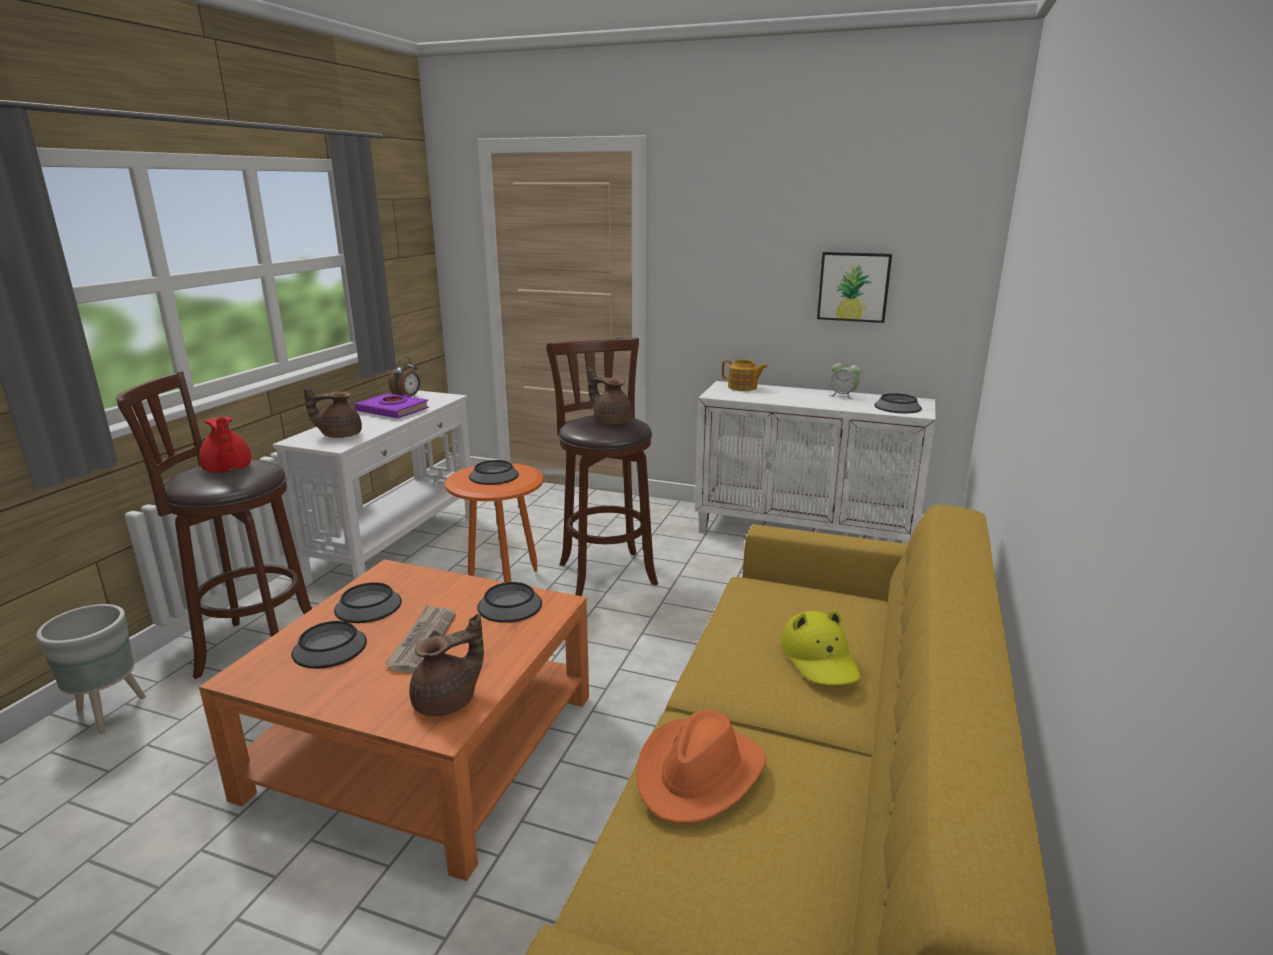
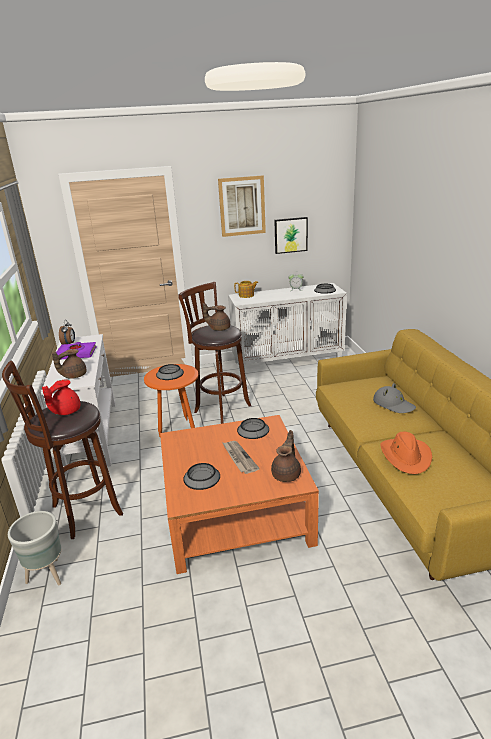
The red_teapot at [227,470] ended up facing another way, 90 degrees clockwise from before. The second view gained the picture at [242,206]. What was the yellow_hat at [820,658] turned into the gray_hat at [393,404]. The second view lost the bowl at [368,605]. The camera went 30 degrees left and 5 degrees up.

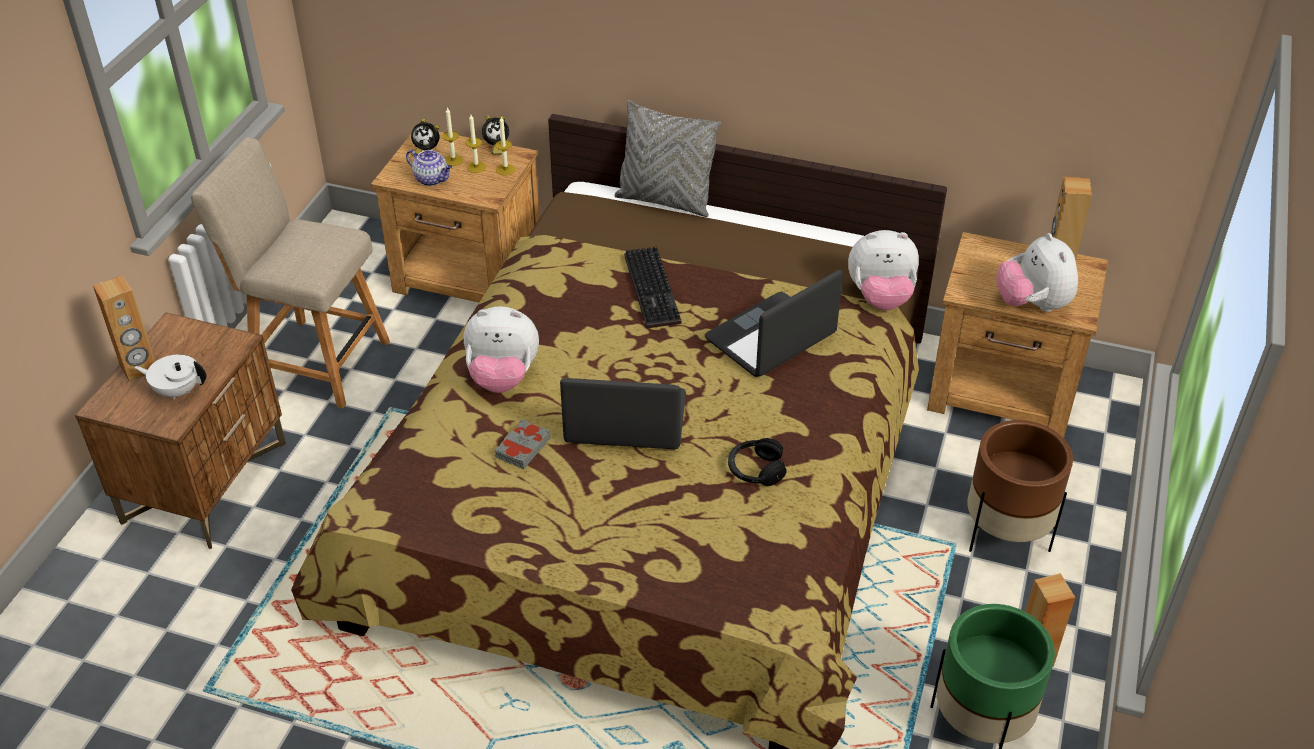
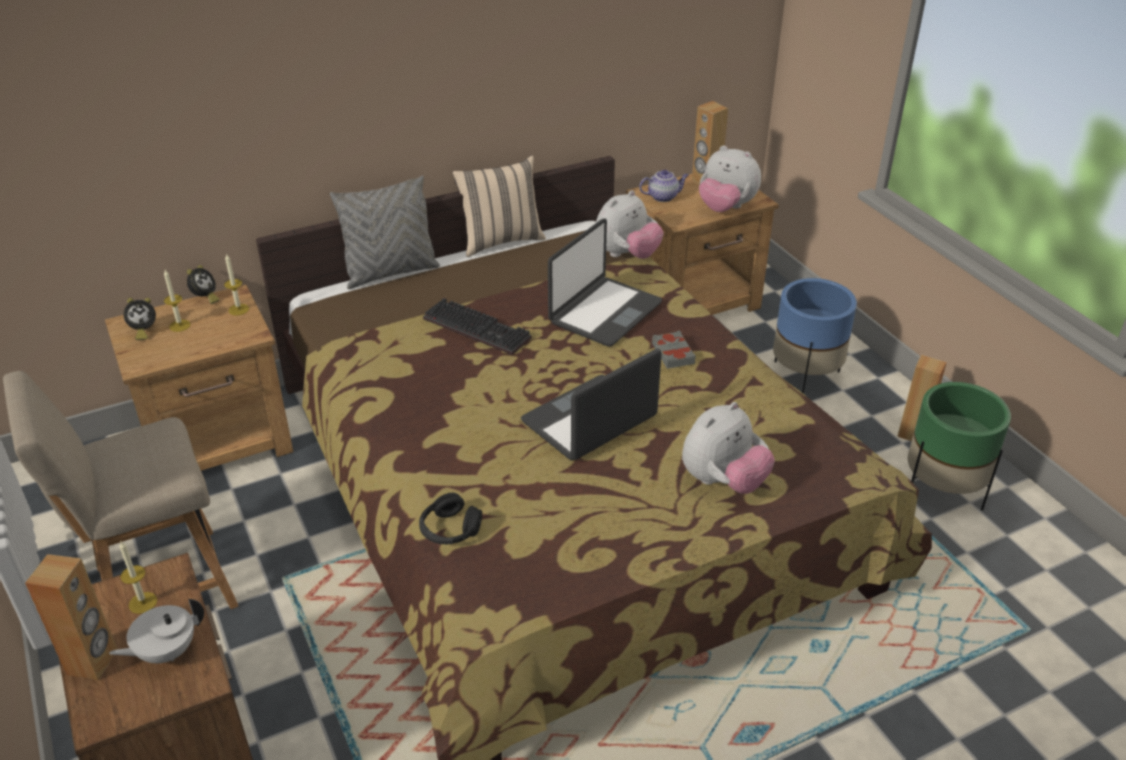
The wax_candle ended up elsewhere, having gone from [476,167] to [143,603]. The black-coloured_headset ended up elsewhere, having gone from [755,469] to [449,530]. The second view gained the beige_cushion at [500,240]. The notebook_computer at [771,338] ended up facing another way, 150 degrees counterclockwise from before. The teapot ended up elsewhere, having gone from [432,179] to [663,197]. The gray_bound_book ended up elsewhere, having gone from [522,447] to [672,354]. The soft_toy ended up elsewhere, having gone from [503,378] to [723,481]. What was the brown-coloured_plant_pot at [1006,533] turned into the blue-coloured_plant_pot at [805,377]. The camera went 45 degrees left and 5 degrees down.

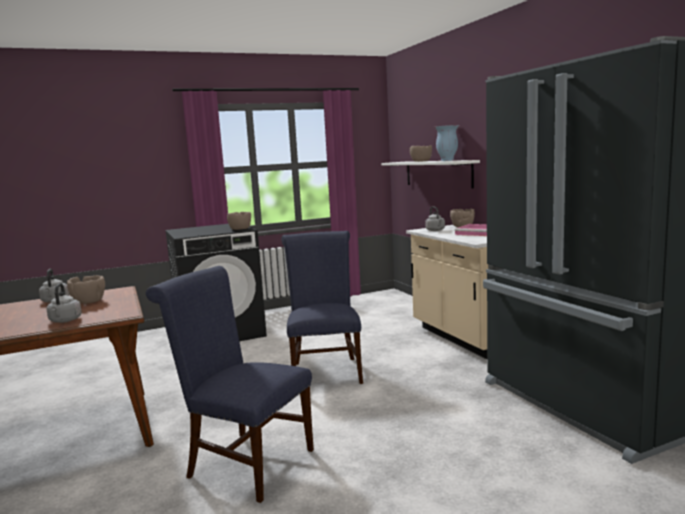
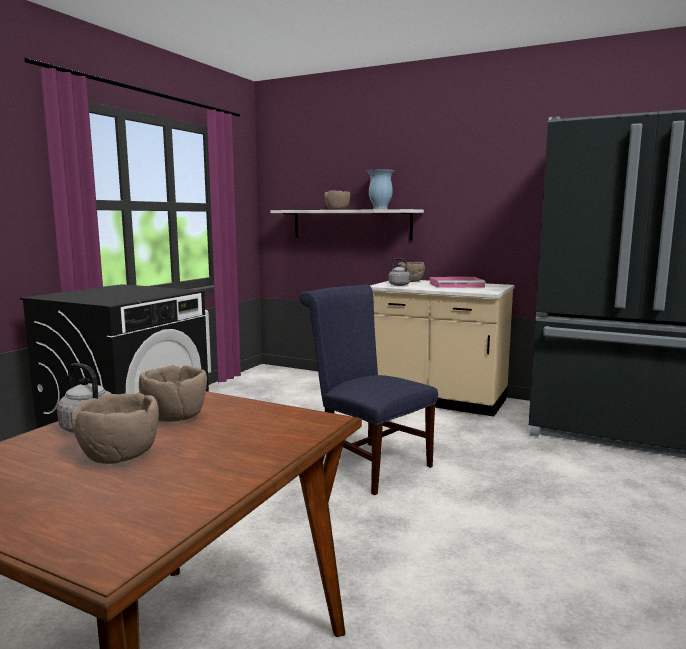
The brown-coloured_bowl ended up elsewhere, having gone from [240,229] to [121,455]. The second view lost the gray_water_kettle at [65,321]. The second view lost the blue-coloured_chair at [244,462]. The camera went 40 degrees left and 0 degrees up.

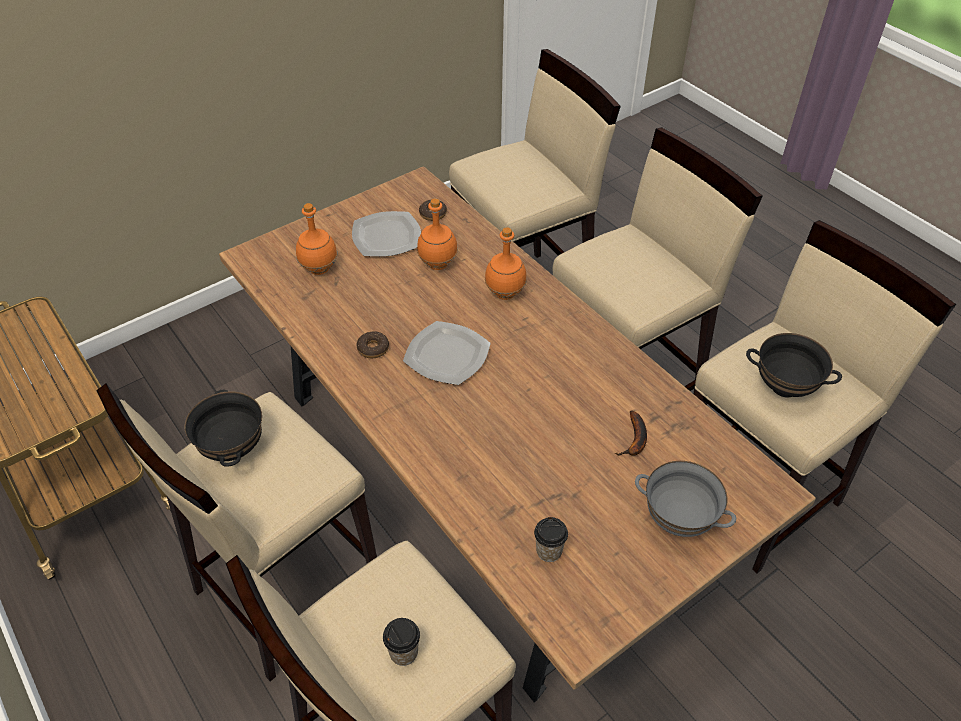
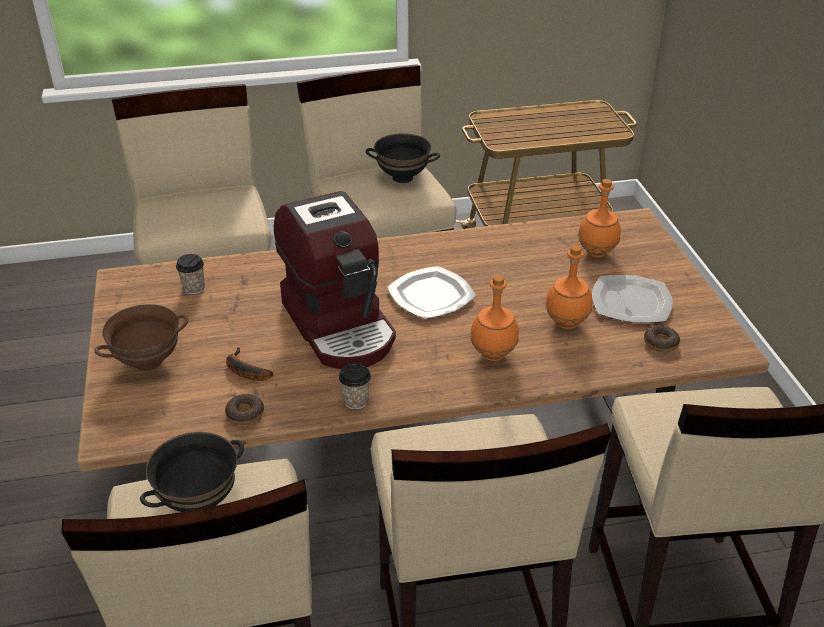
What was the gray_bowl at [678,520] turned into the brown-coloured_bowl at [148,362]. The ring_doughnut ended up elsewhere, having gone from [373,348] to [245,414]. The second view gained the coffee_maker at [340,325]. The drinking_cup ended up elsewhere, having gone from [403,652] to [356,401]. The camera went 115 degrees right and 10 degrees down.

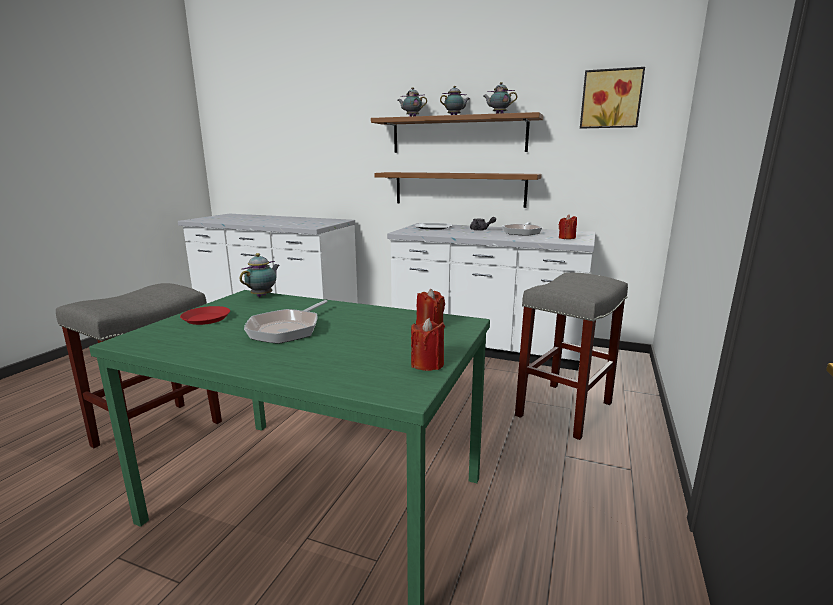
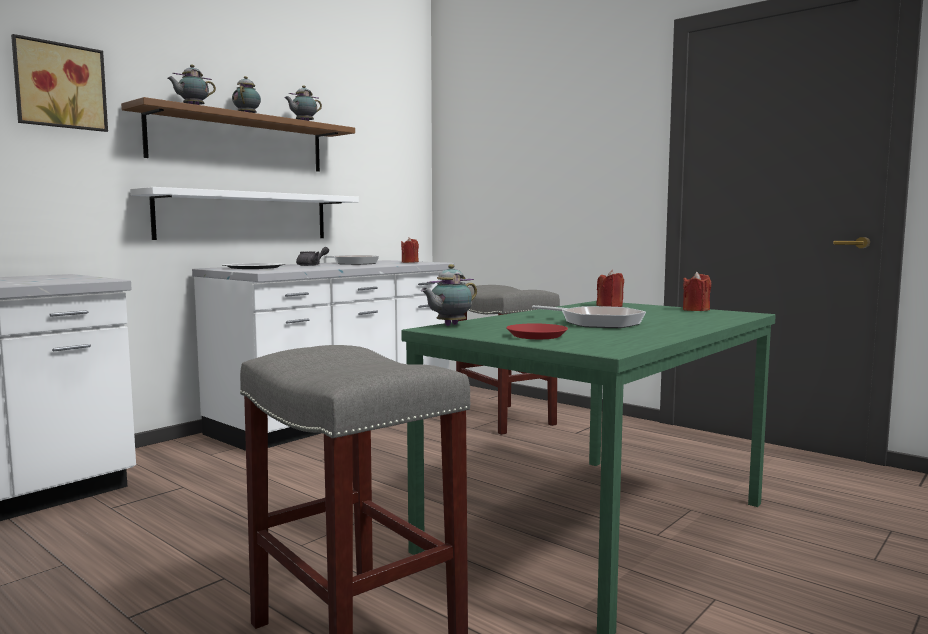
The picture ended up elsewhere, having gone from [611,99] to [59,86]. What was the brown-coloured_wall_shelf at [459,189] turned into the whitish_wall_shelf at [245,216]. The teapot at [263,295] ended up facing another way, 90 degrees counterclockwise from before. The camera went 70 degrees left and 10 degrees down.

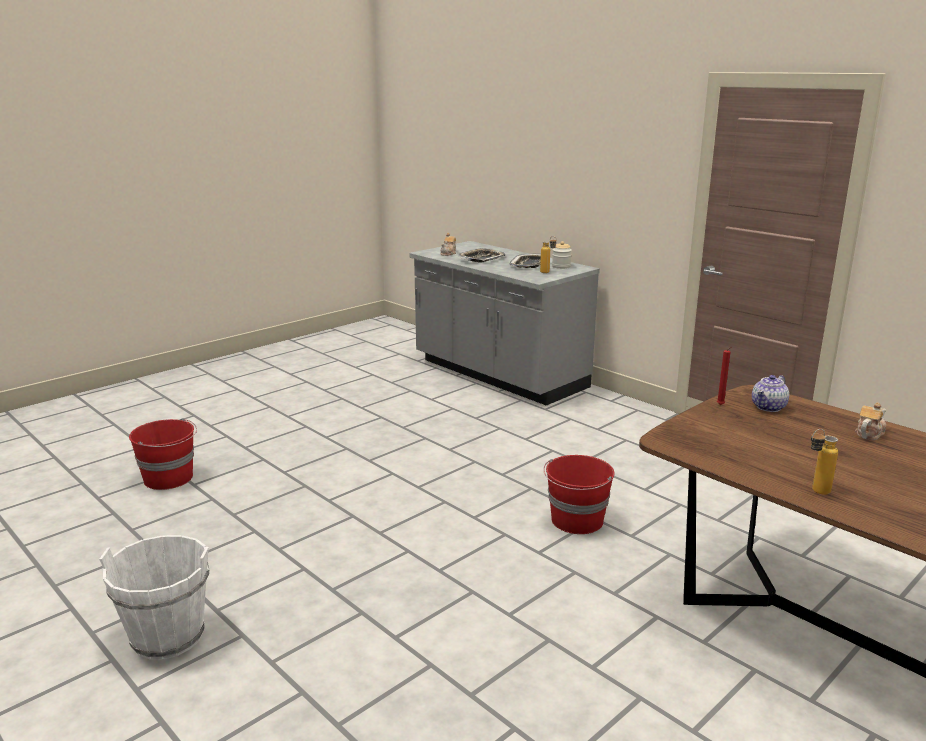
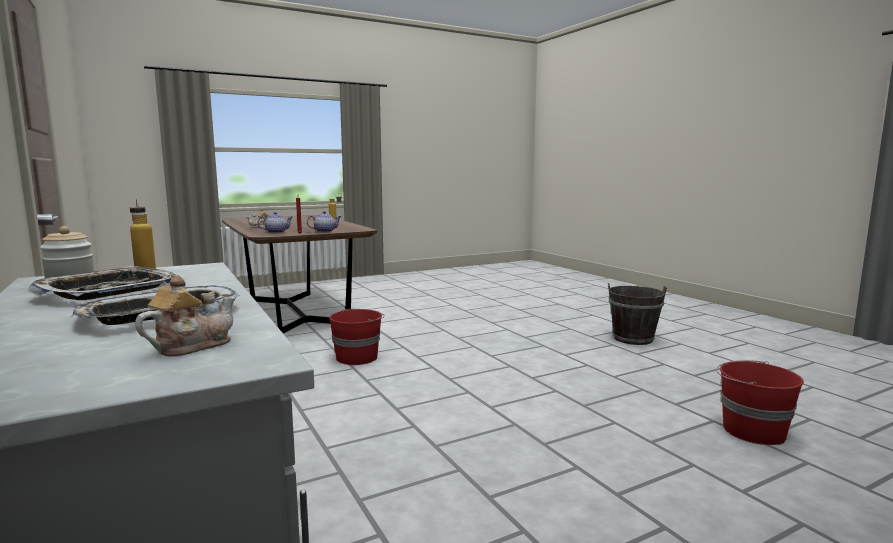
The second view gained the teapot at [325,231]. What was the whitish_pail at [168,636] turned into the brown-coloured_pail at [633,339]. The camera went 165 degrees left and 10 degrees down.

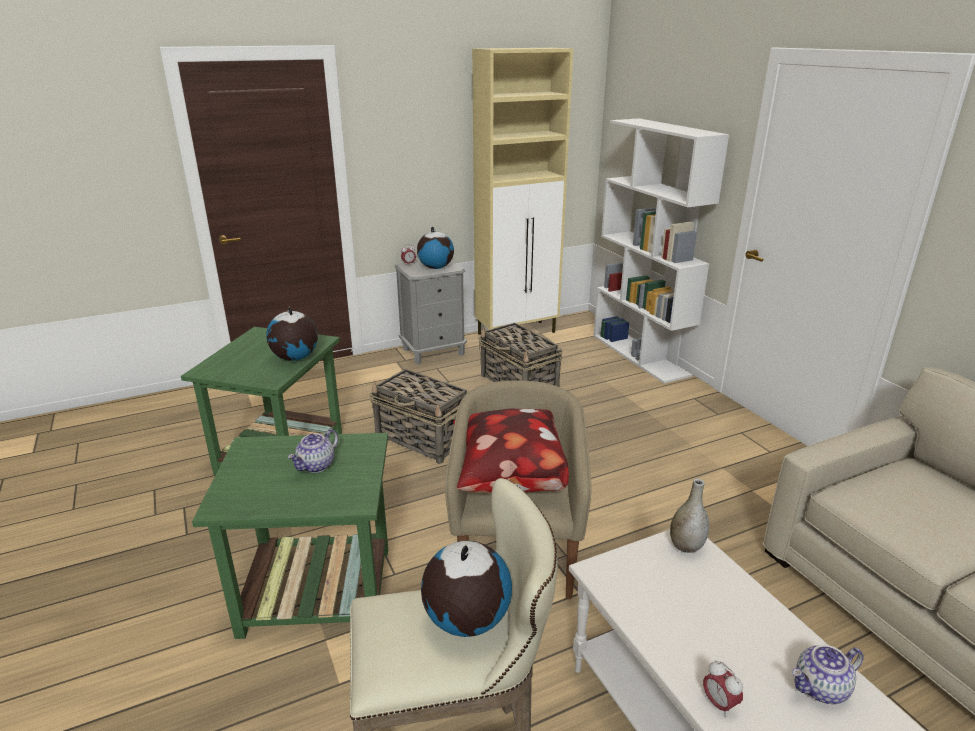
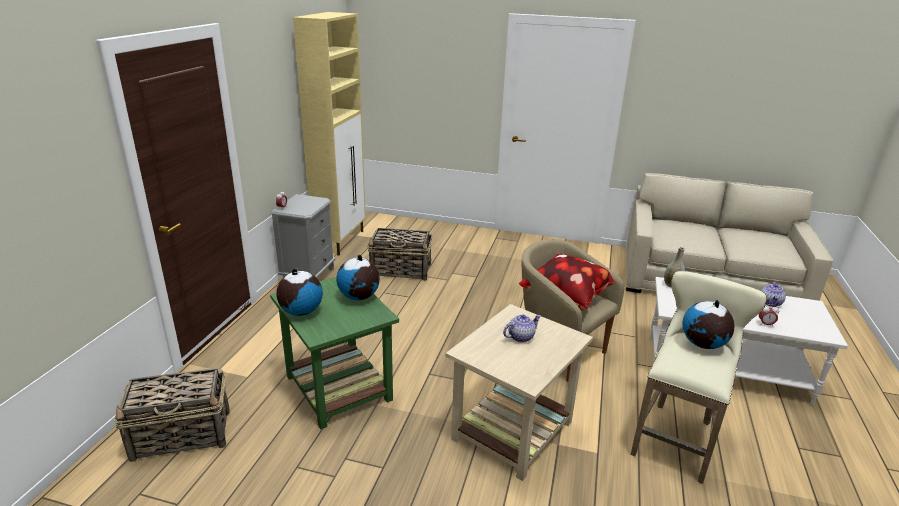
The basket ended up elsewhere, having gone from [424,439] to [183,435]. The desk_globe ended up elsewhere, having gone from [435,267] to [301,311]. What was the green-coloured_side_table at [319,590] turned into the beige_side_table at [513,429]. The teapot at [316,466] ended up facing another way, 105 degrees counterclockwise from before. The second view lost the whitish_bookcase at [640,355]. The camera went 50 degrees left and 0 degrees up.

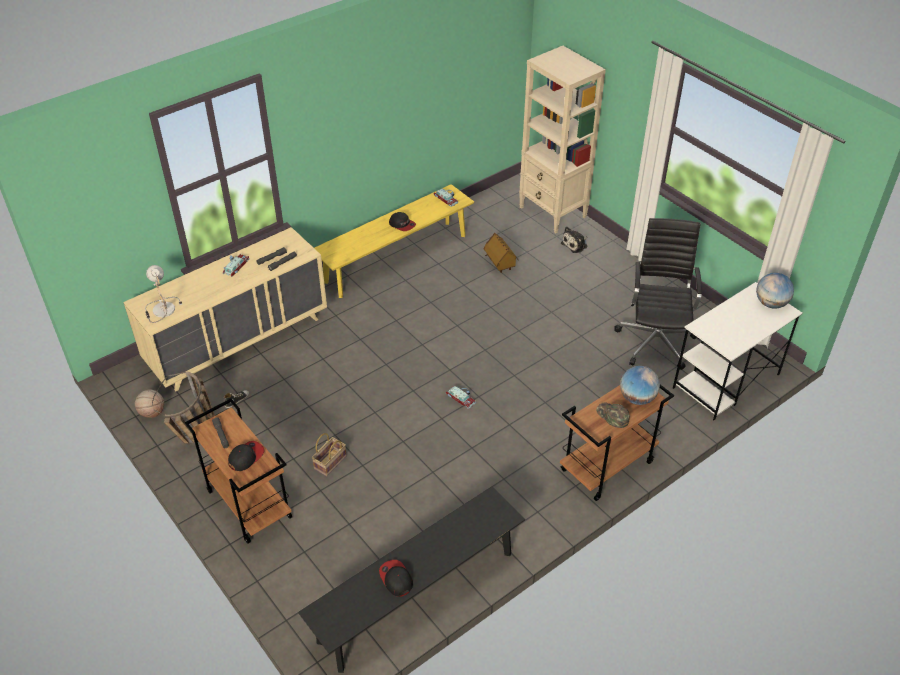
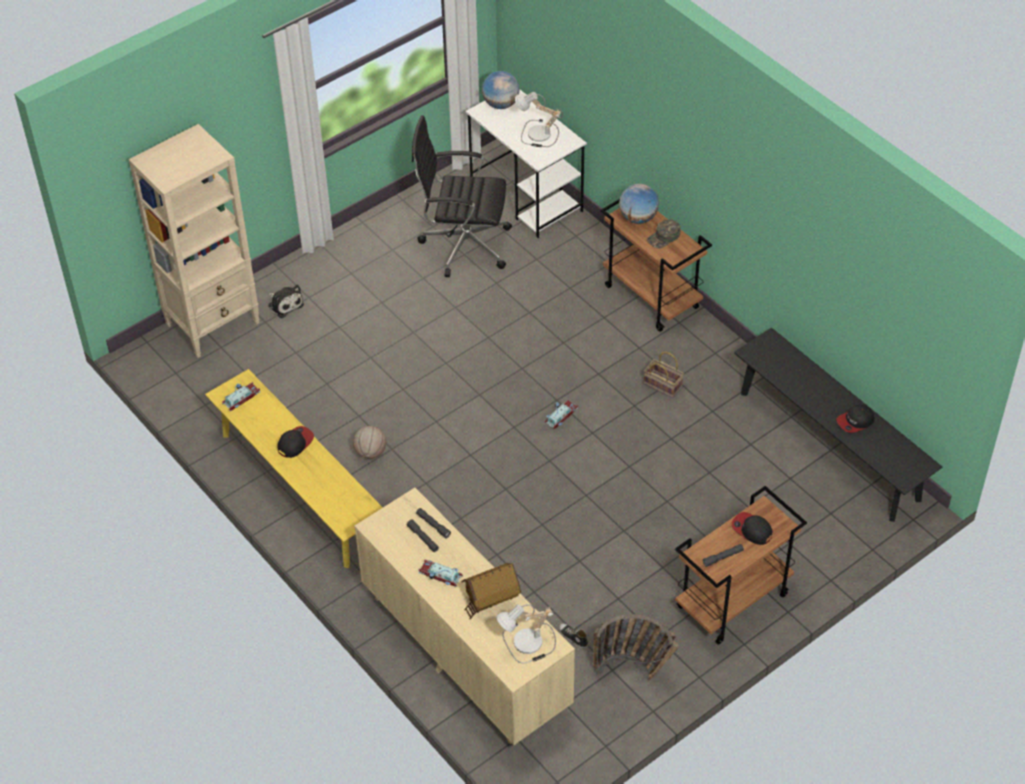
The basketball ended up elsewhere, having gone from [152,412] to [370,452]. The miniature_house ended up elsewhere, having gone from [500,264] to [491,599]. The second view gained the tabletop_lamp at [537,135]. The basket ended up elsewhere, having gone from [330,463] to [664,385]. The camera went 90 degrees left and 5 degrees up.

